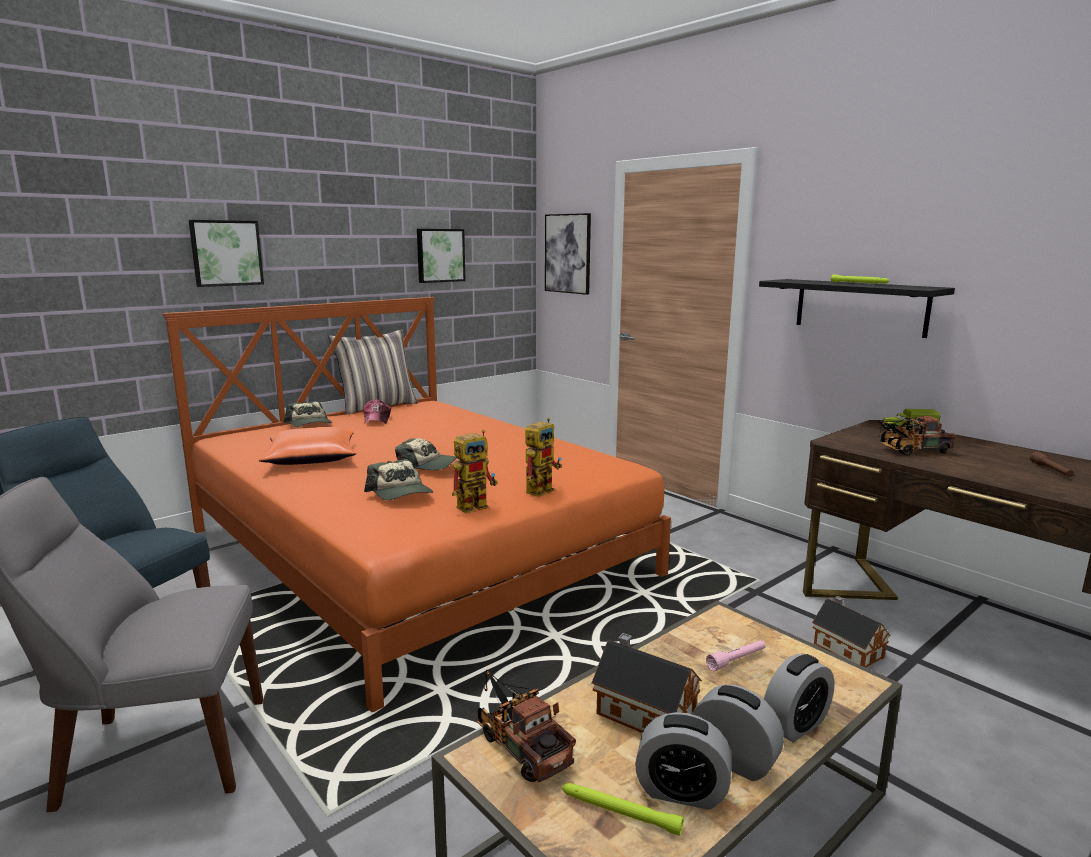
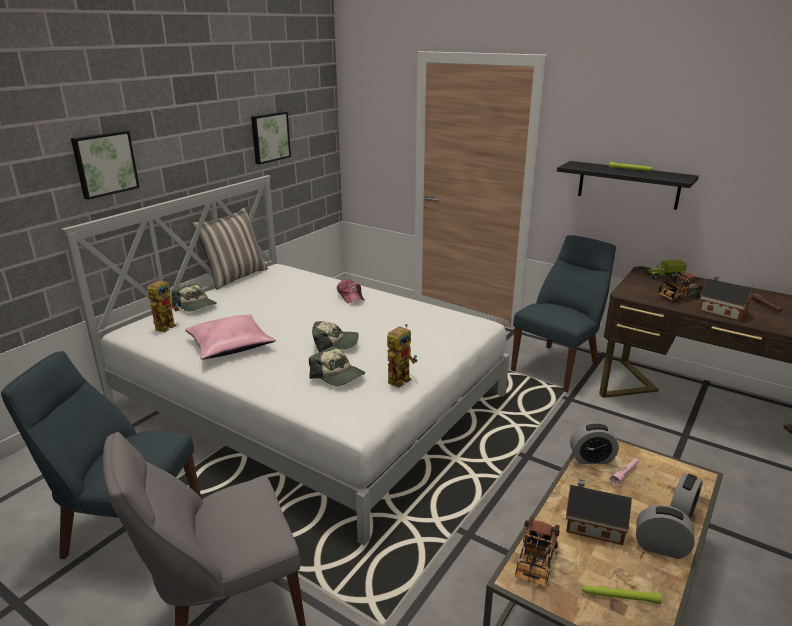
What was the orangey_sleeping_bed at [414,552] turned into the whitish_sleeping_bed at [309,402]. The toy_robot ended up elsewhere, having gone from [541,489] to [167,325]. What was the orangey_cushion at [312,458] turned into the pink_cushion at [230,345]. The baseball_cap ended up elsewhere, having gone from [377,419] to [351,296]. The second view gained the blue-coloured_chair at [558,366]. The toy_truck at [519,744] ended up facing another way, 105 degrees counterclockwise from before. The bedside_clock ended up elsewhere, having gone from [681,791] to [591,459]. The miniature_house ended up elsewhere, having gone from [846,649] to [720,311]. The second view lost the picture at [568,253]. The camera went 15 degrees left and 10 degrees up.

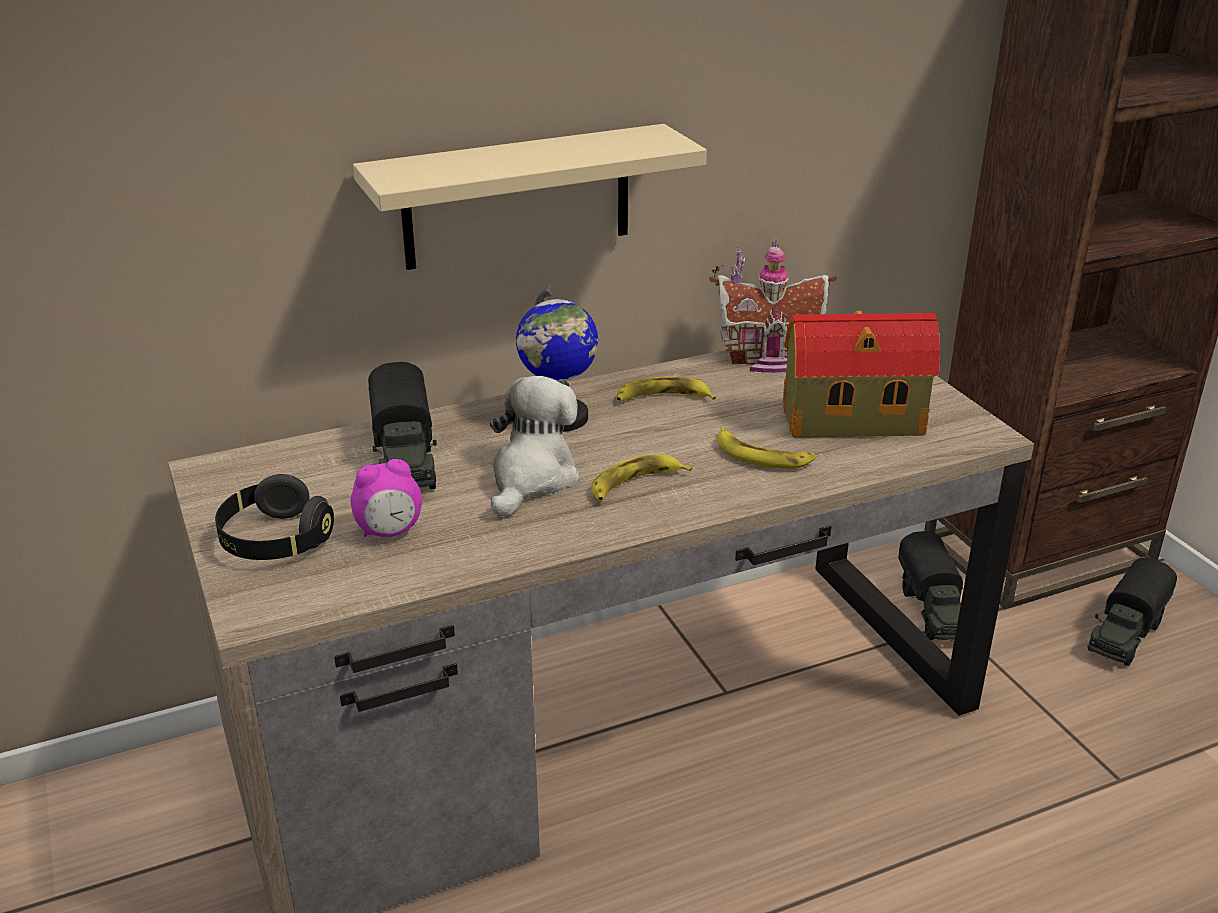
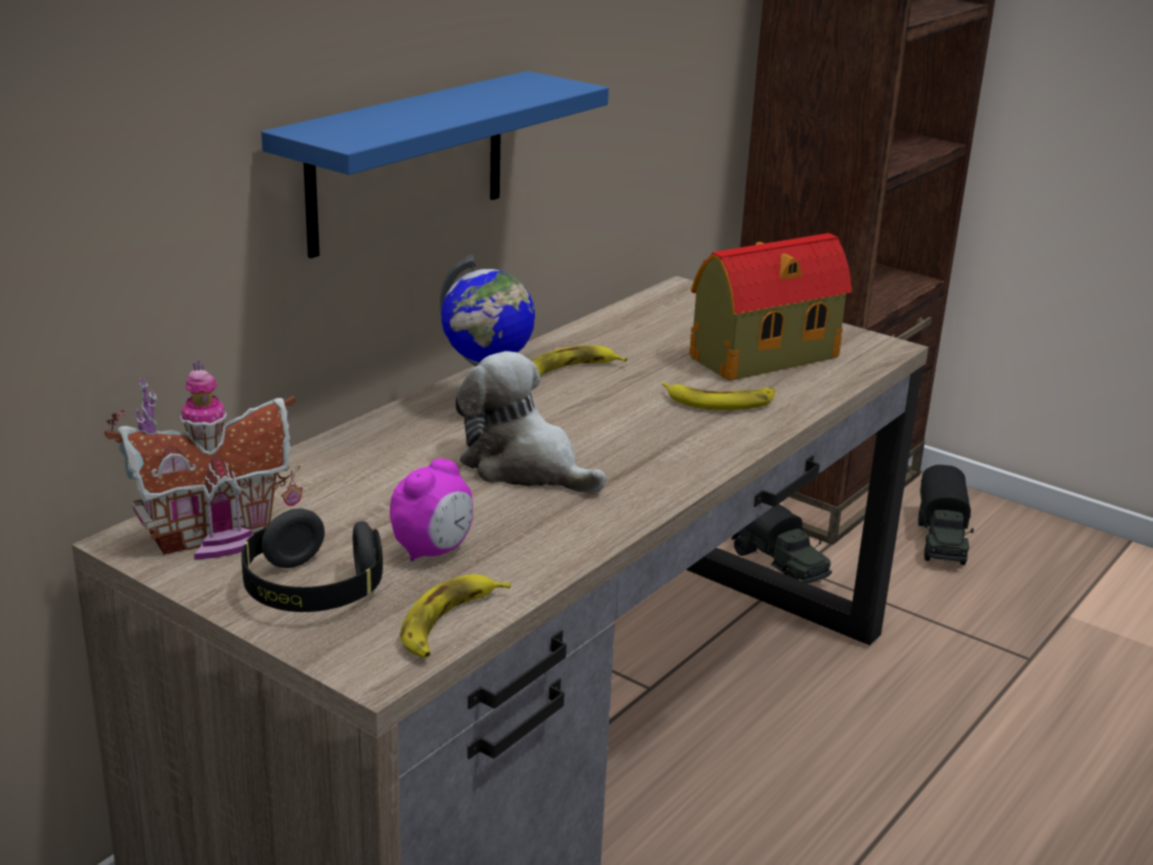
The miniature_house ended up elsewhere, having gone from [768,360] to [216,537]. What was the beige_wall_shelf at [517,197] turned into the blue-coloured_wall_shelf at [407,162]. The banana ended up elsewhere, having gone from [635,484] to [449,623]. The soft_toy at [532,478] ended up facing another way, 45 degrees counterclockwise from before. The second view lost the toy_truck at [405,461]. The camera went 30 degrees left and 5 degrees down.

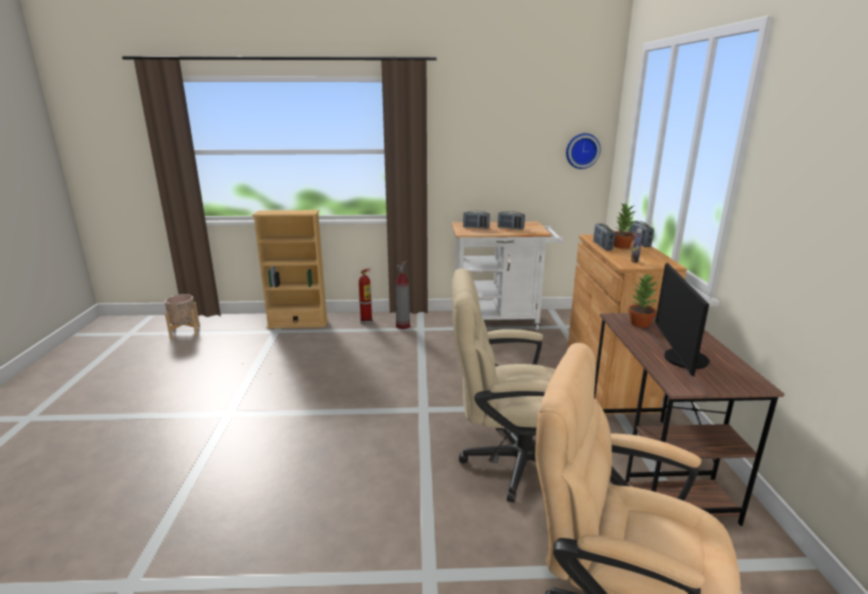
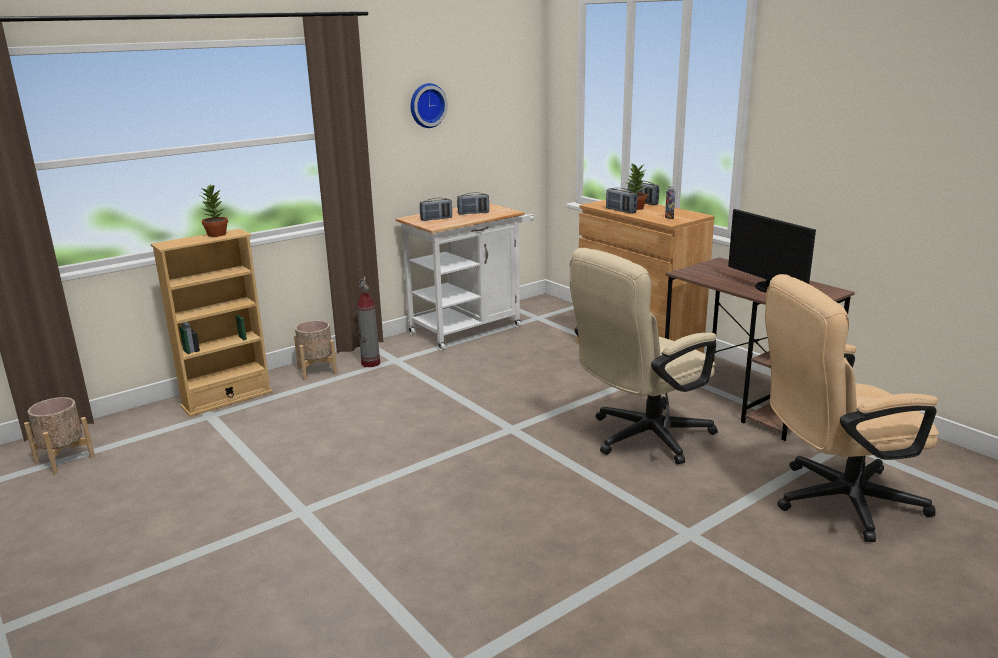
The houseplant ended up elsewhere, having gone from [639,324] to [216,234]. Where the fire_extinguisher stood at [366,321], the beige_plant_pot came to stand at [317,371]. The wall_clock ended up elsewhere, having gone from [582,151] to [426,105]. The camera went 35 degrees left and 0 degrees up.

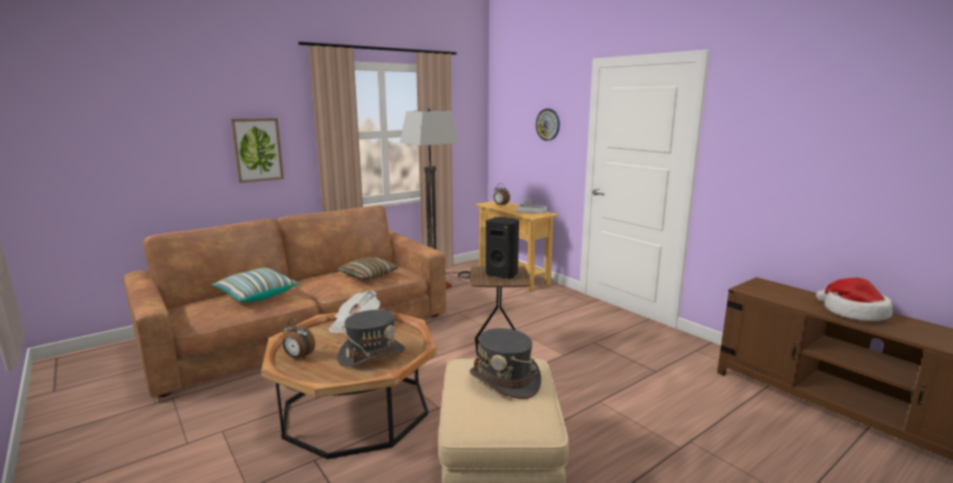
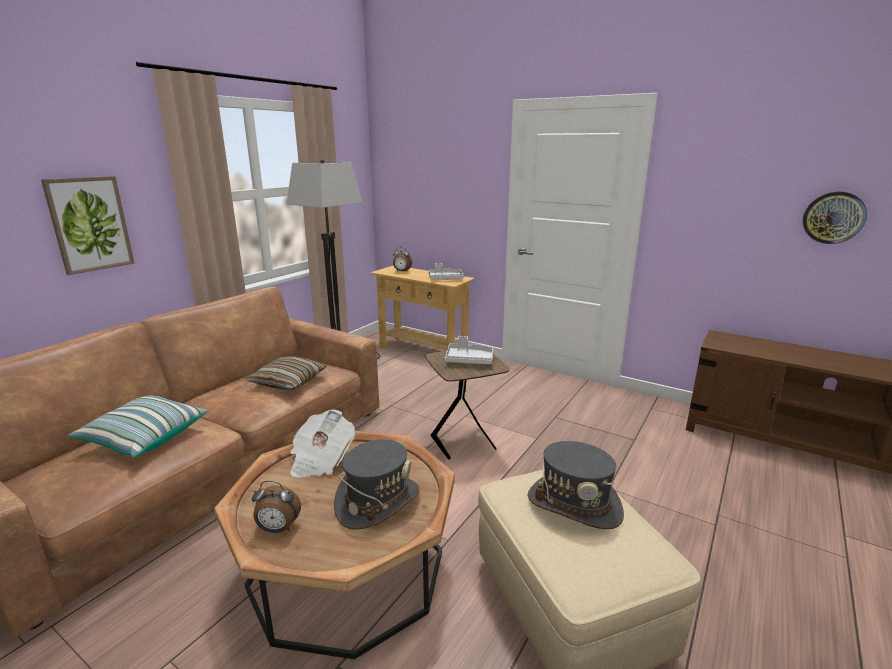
Where the black-coloured_speaker stood at [502,274], the gray_tray came to stand at [469,360]. The wall_clock ended up elsewhere, having gone from [548,124] to [833,217]. The second view lost the hat at [853,312]. The camera went 20 degrees left and 5 degrees up.

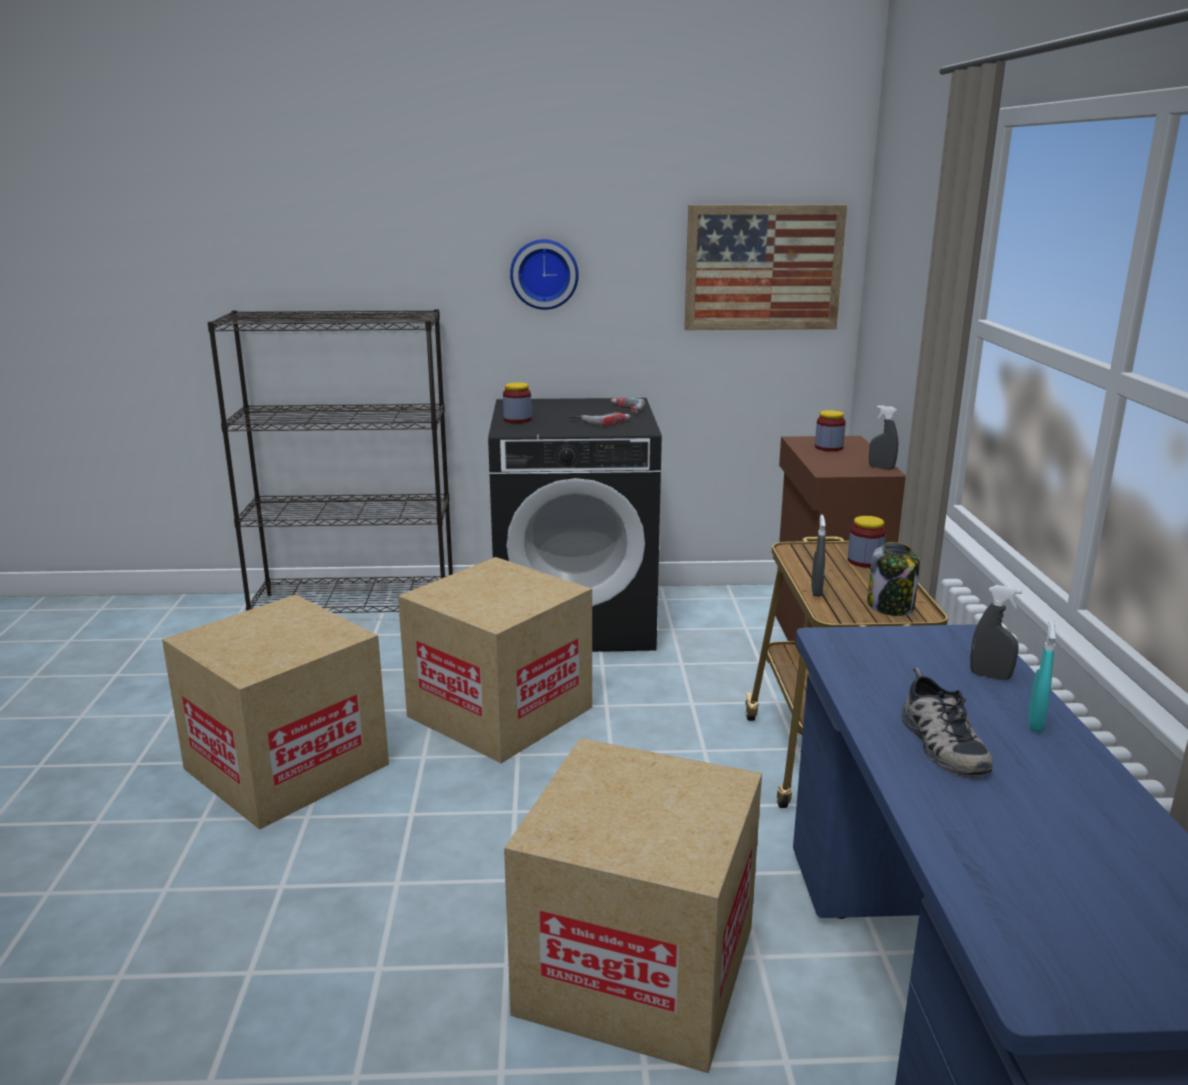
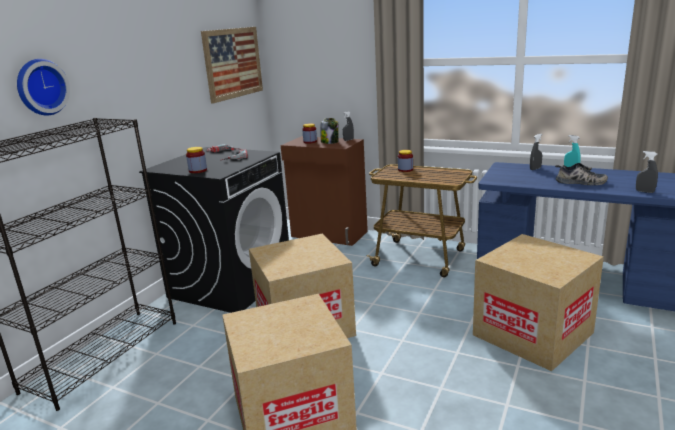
The wall_clock ended up elsewhere, having gone from [544,274] to [40,87]. The storage_jar ended up elsewhere, having gone from [891,606] to [330,142]. The gray_hand_sprayer ended up elsewhere, having gone from [816,591] to [644,191]. The camera went 60 degrees left and 0 degrees up.

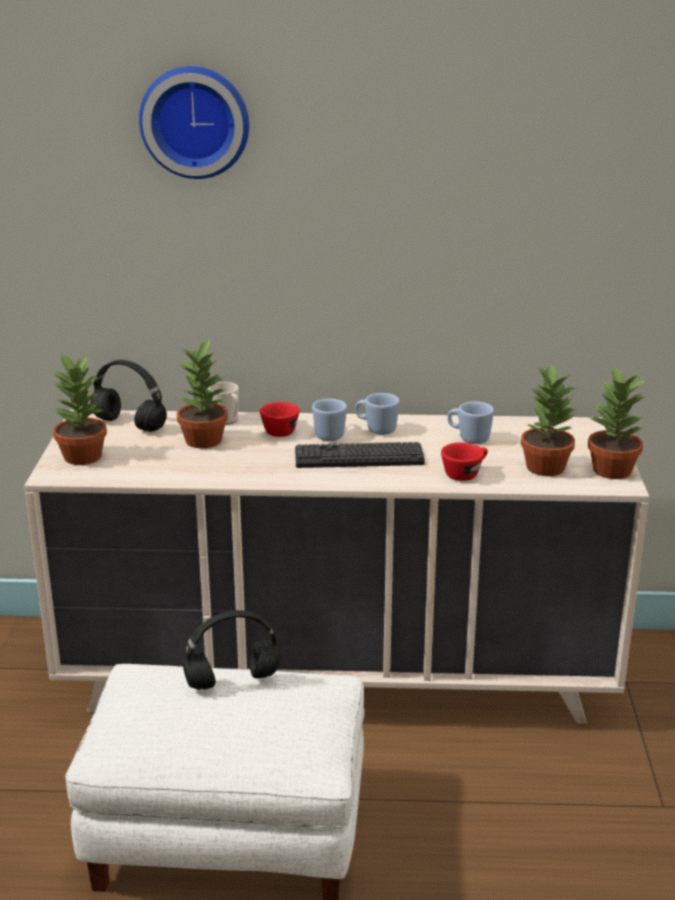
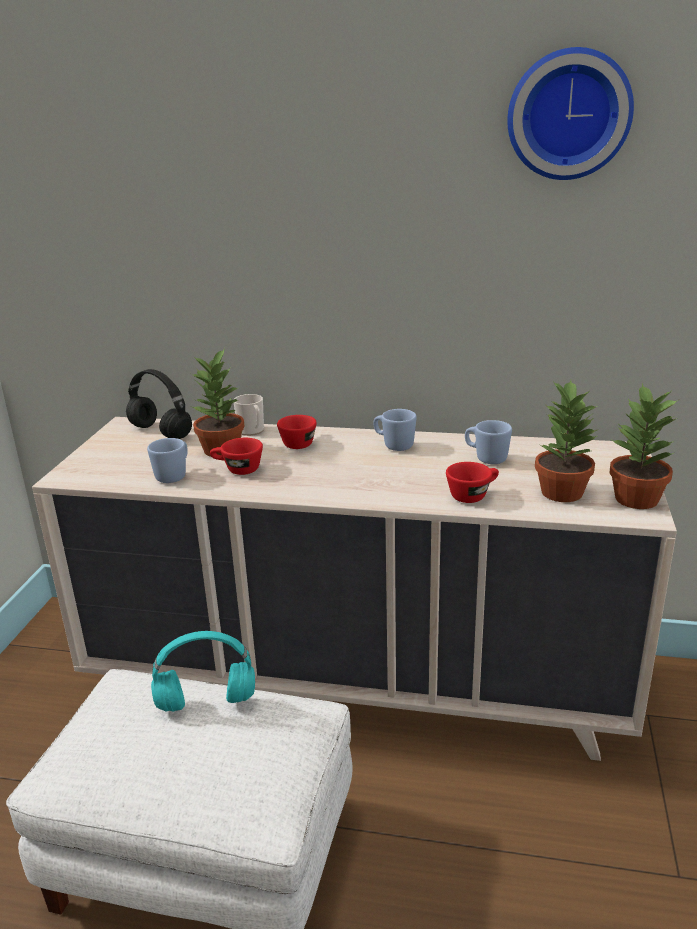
The blue-coloured_tea_mug ended up elsewhere, having gone from [331,434] to [174,475]. What was the black-coloured_headset at [231,681] turned into the blue-green_headset at [204,703]. The second view gained the red_drinking_cup at [237,470]. The wall_clock ended up elsewhere, having gone from [195,121] to [568,115]. The second view lost the houseplant at [83,456]. The second view lost the PC_keyboard at [359,457]. The camera went 10 degrees right and 0 degrees up.

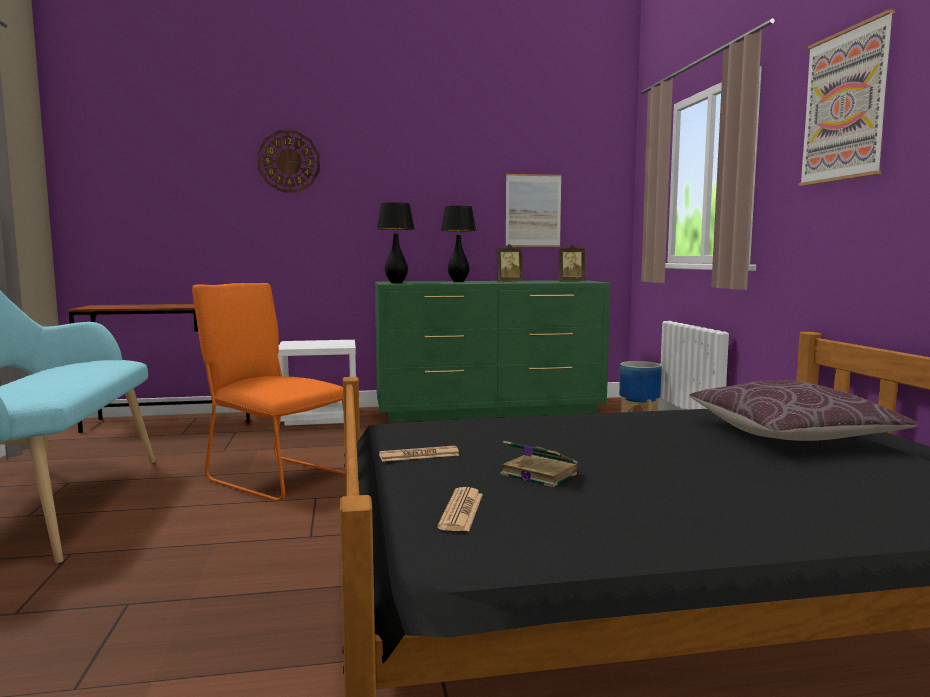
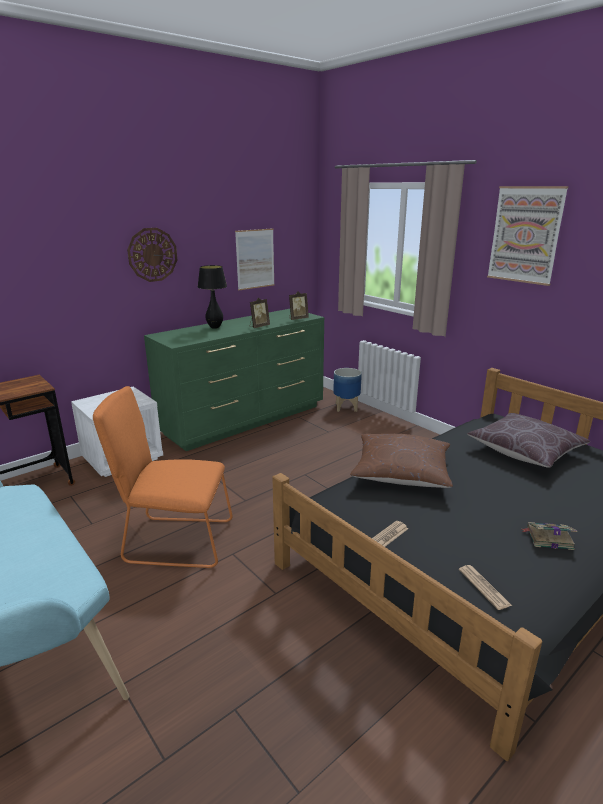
The wall_clock ended up elsewhere, having gone from [289,161] to [152,254]. The second view gained the brown-coloured_cushion at [401,473]. The bound_book ended up elsewhere, having gone from [537,473] to [548,538]. The second view lost the black-coloured_tabletop_lamp at [396,283]. The camera went 30 degrees left and 15 degrees up.

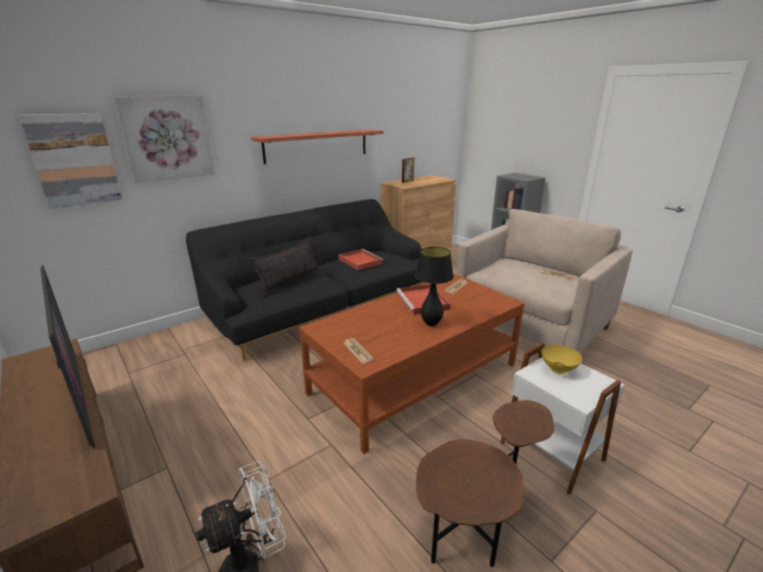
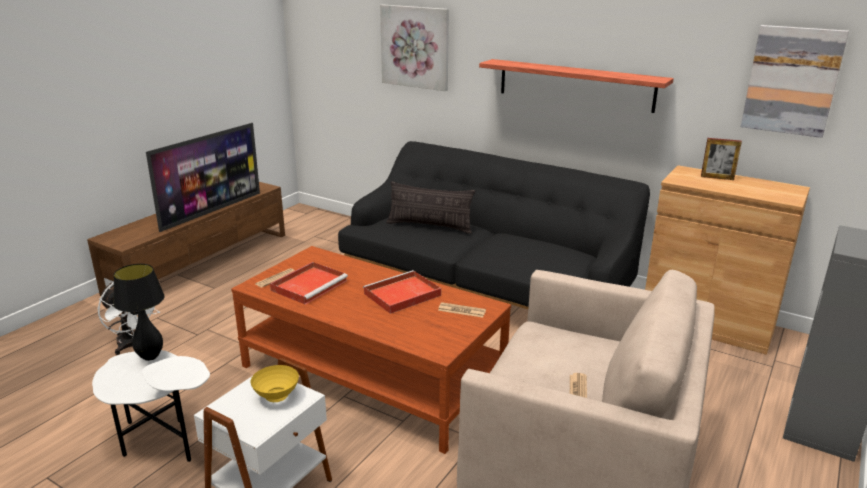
What was the brown-coloured_side_table at [476,527] turned into the whitish_side_table at [162,442]. The black-coloured_tabletop_lamp ended up elsewhere, having gone from [431,323] to [150,357]. The red_tray ended up elsewhere, having gone from [359,261] to [310,285]. The picture ended up elsewhere, having gone from [74,160] to [792,81]. The camera went 70 degrees right and 0 degrees up.

